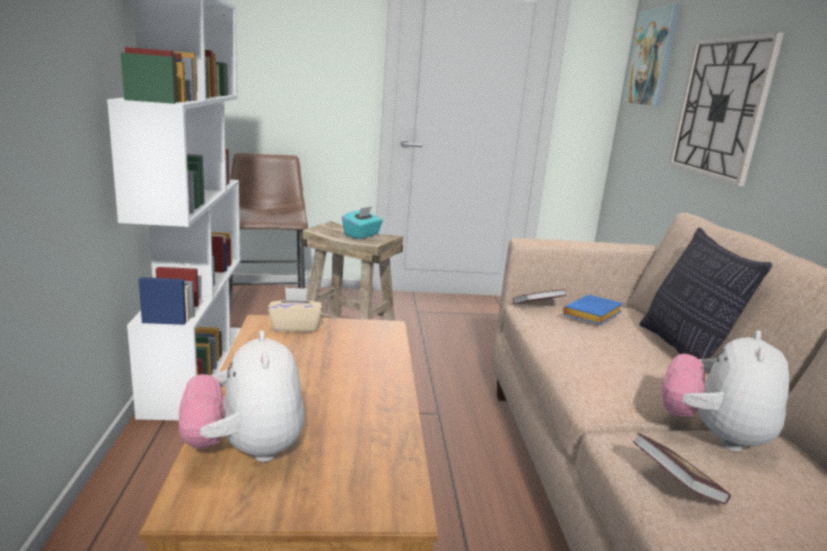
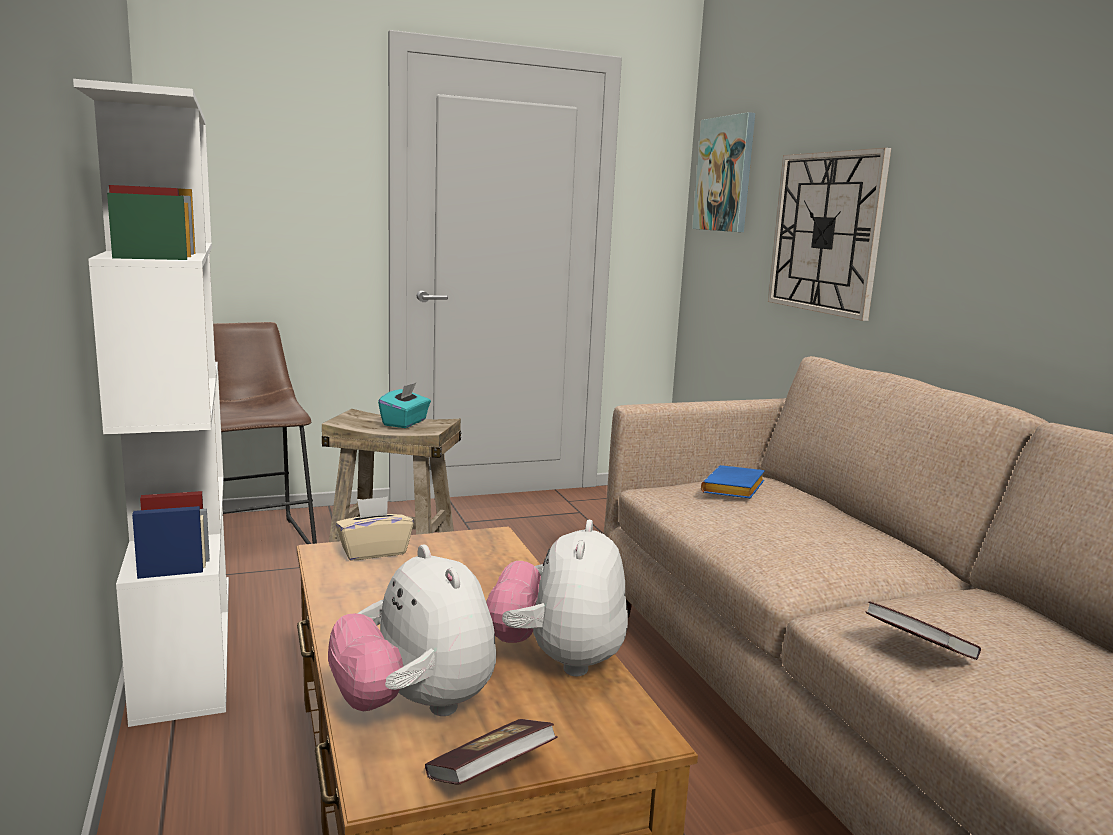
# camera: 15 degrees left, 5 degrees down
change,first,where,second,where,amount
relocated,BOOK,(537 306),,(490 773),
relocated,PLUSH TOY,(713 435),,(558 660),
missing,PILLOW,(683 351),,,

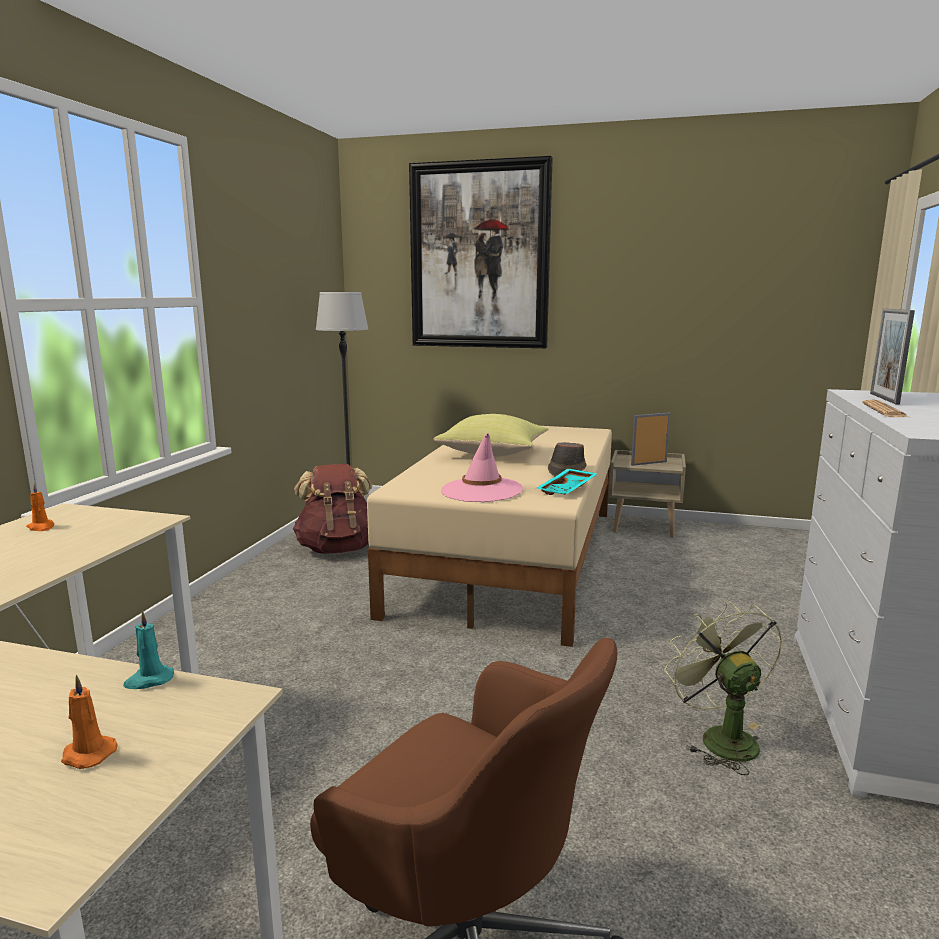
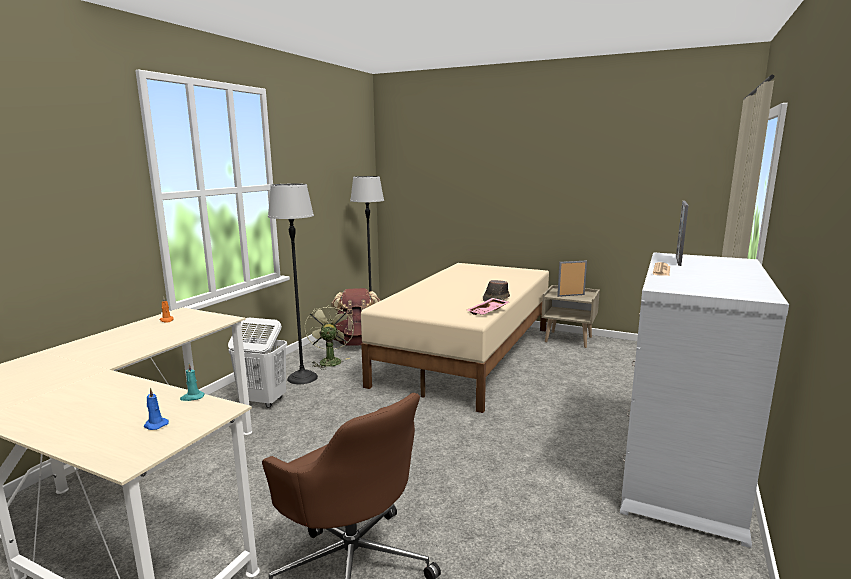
# camera: 10 degrees right, 0 degrees up
change,first,where,second,where,amount
colour,ORANGE CANDLE,(87 754),BLUE CANDLE,(155 425),
appeared,,,WHITE LAUNDRY BASKET,(262 401),
appeared,,,FLOOR LAMP,(302 378),
relocated,GREEN FAN,(720 737),,(329 360),
colour,TURQUOISE TRAY,(568 490),PINK TRAY,(488 312),
missing,PICTURE,(479 256),,,
missing,YELLOW PILLOW,(494 454),,,
missing,PINK HAT,(481 490),,,

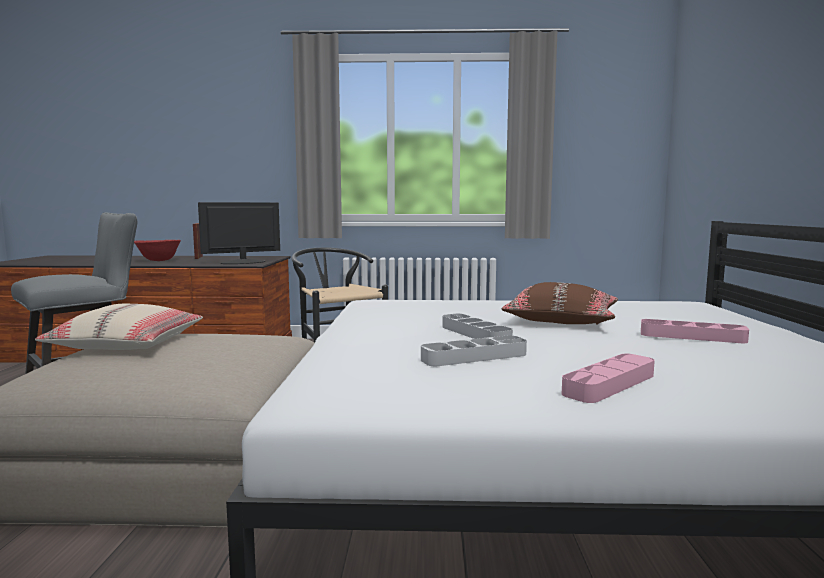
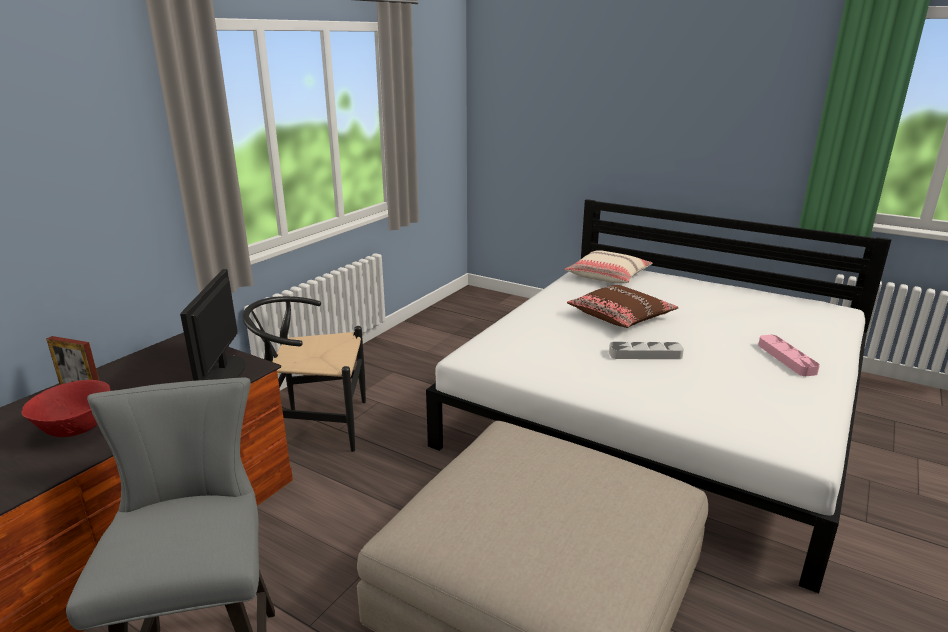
# camera: 60 degrees left, 15 degrees up
change,first,where,second,where,amount
relocated,BEIGE PILLOW,(127 344),,(608 276),
missing,GREY TRAY,(474 357),,,
missing,PINK TRAY,(692 336),,,

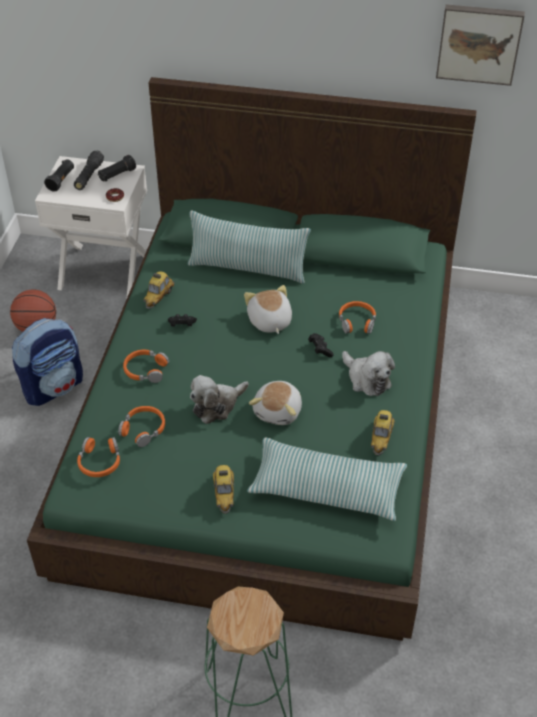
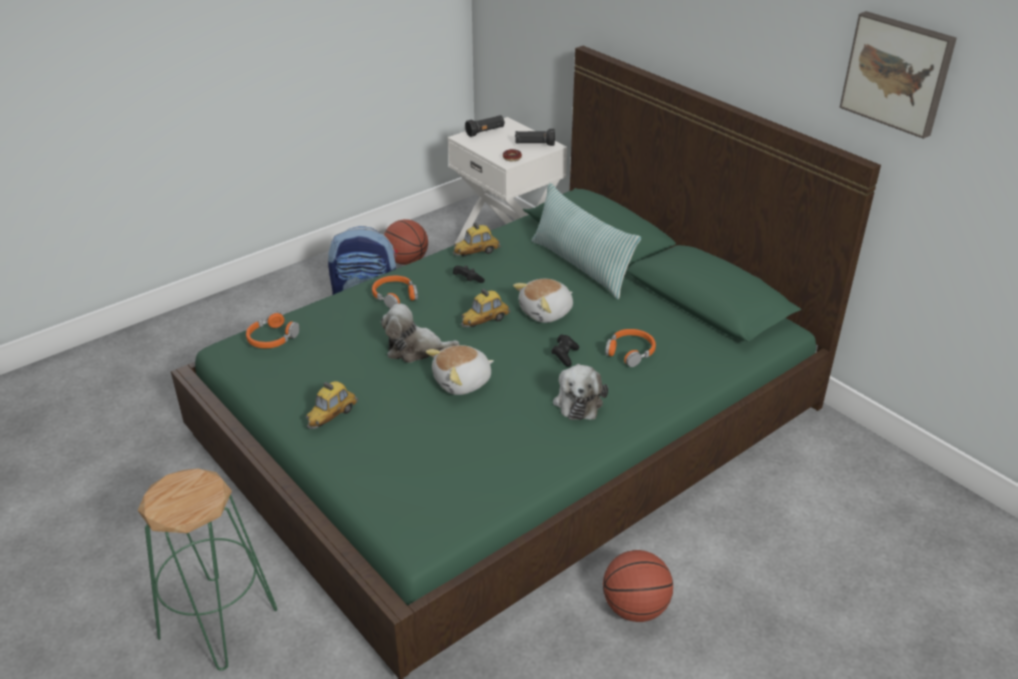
# camera: 40 degrees right, 10 degrees down
change,first,where,second,where,amount
relocated,TOY CAR,(381 438),,(485 321),
spun,PLUSH TOY,(269 321),,(547 313),150 degrees counterclockwise
appeared,,,BASKETBALL,(635 608),
missing,BLACK FLASHLIGHT,(89 176),,,
missing,ORANGE HEADPHONES,(143 429),,,
missing,PILLOW,(327 488),,,

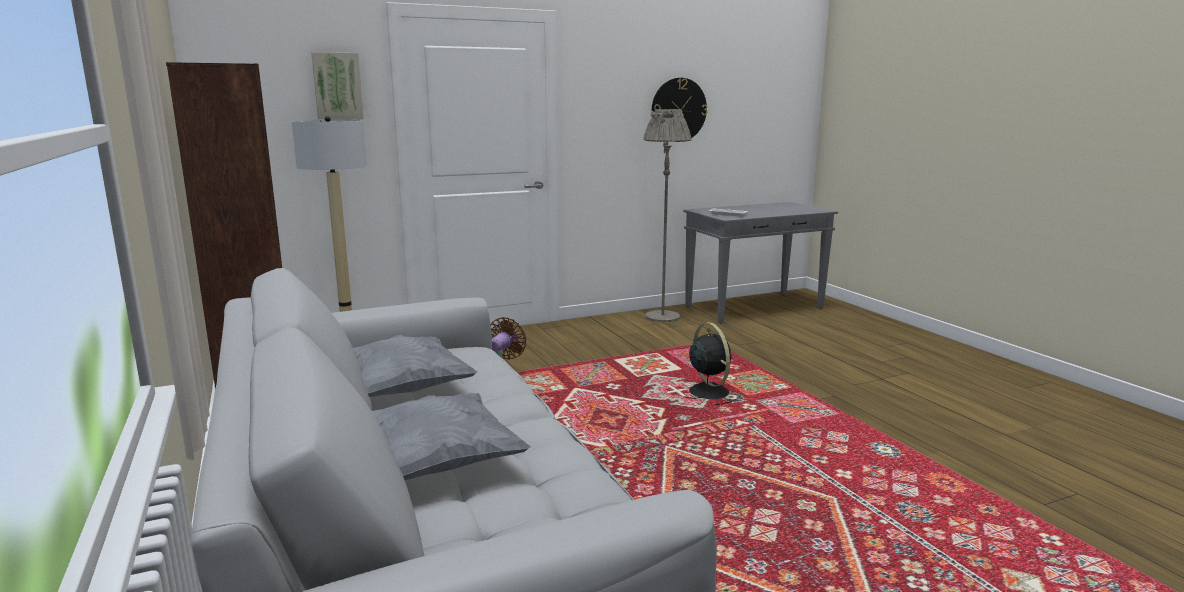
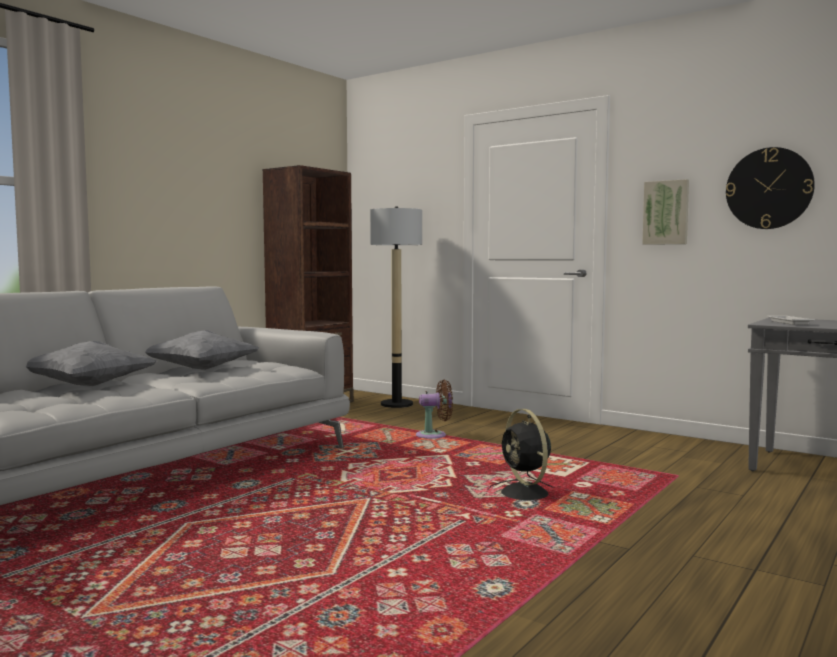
# camera: 60 degrees right, 10 degrees down
change,first,where,second,where,amount
spun,BLACK FAN,(707 391),,(525 494),120 degrees clockwise
relocated,PICTURE,(337 86),,(666 212),
missing,GREY FLOOR LAMP,(662 317),,,

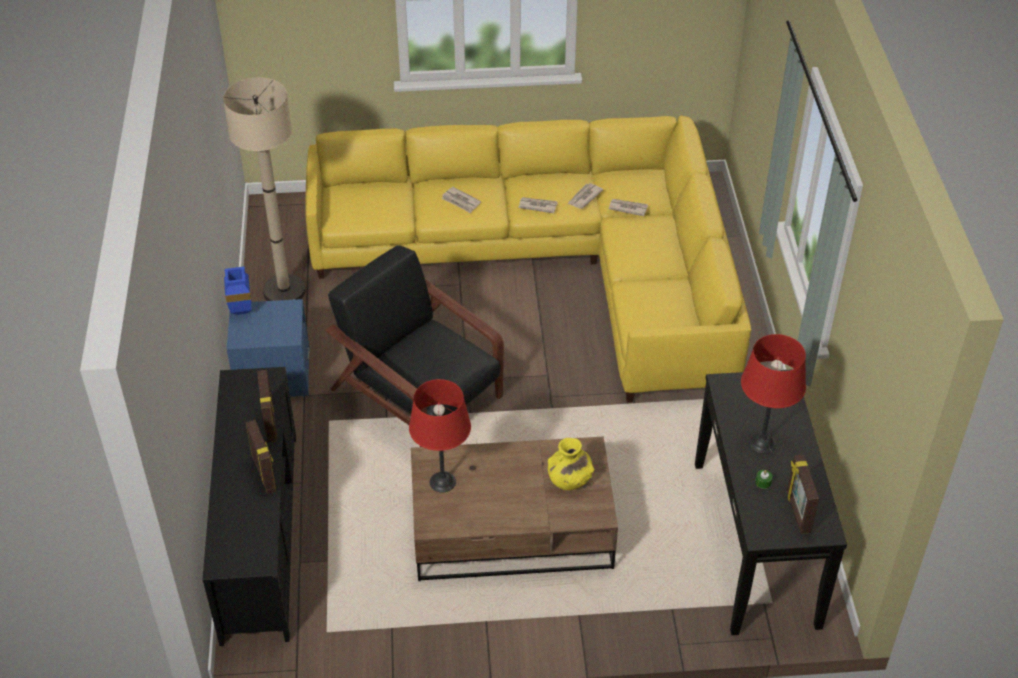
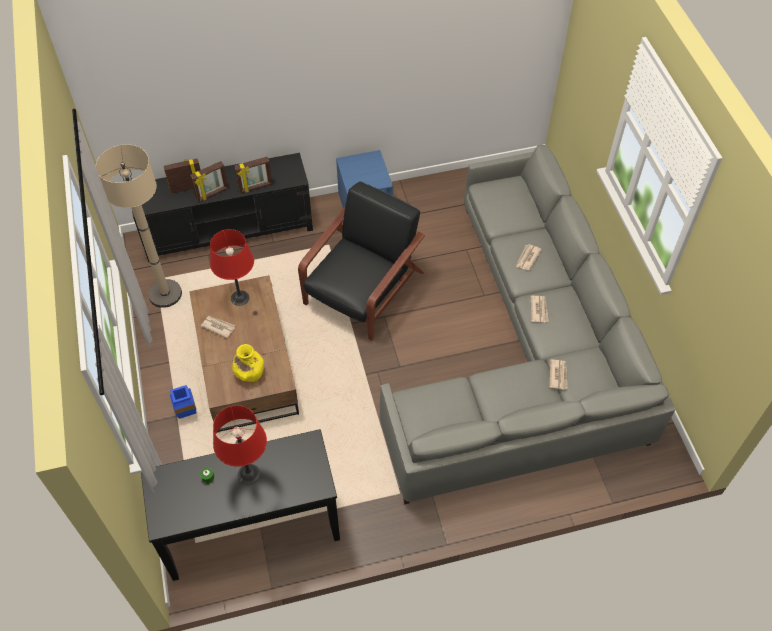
# camera: 80 degrees right, 10 degrees up
change,first,where,second,where,amount
relocated,BEIGE FLOOR LAMP,(284 291),,(165 294),
relocated,PICTURE FRAME,(797 512),,(187 187),
relocated,BLUE VASE,(240 309),,(188 411),
relocated,NEWSPAPER,(584 197),,(218 327),
colour,YELLOW SOFA,(555 264),GREY SOFA,(526 355),

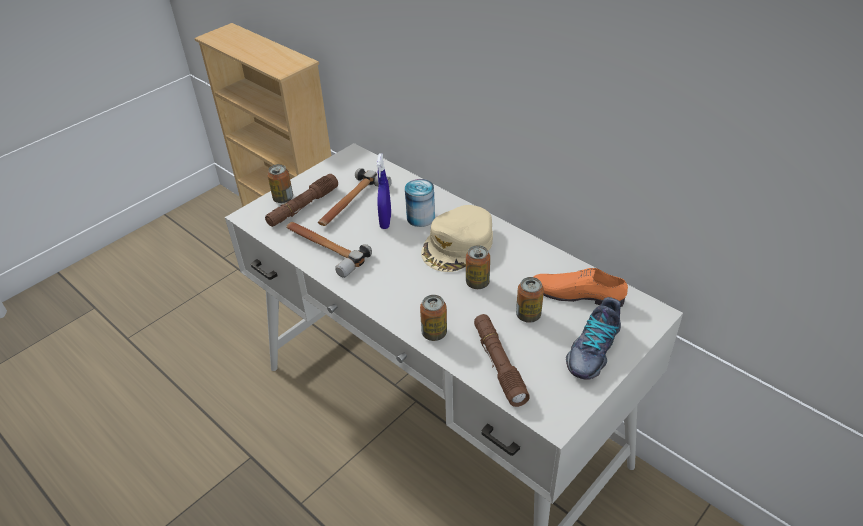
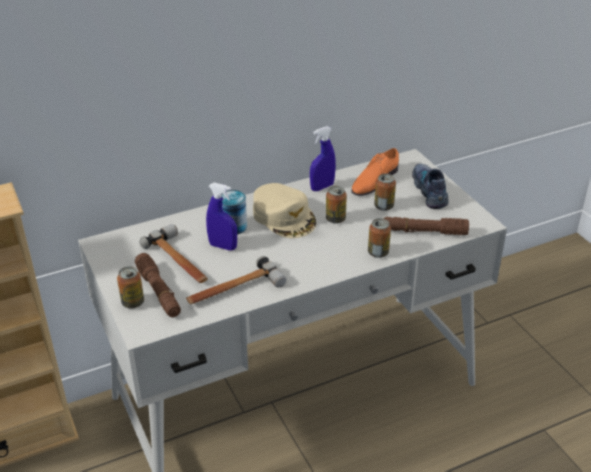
# camera: 70 degrees left, 5 degrees down
change,first,where,second,where,amount
appeared,,,BLUE SPRAY BOTTLE,(322 187),
spun,SHOE,(592 349),,(430 191),150 degrees counterclockwise

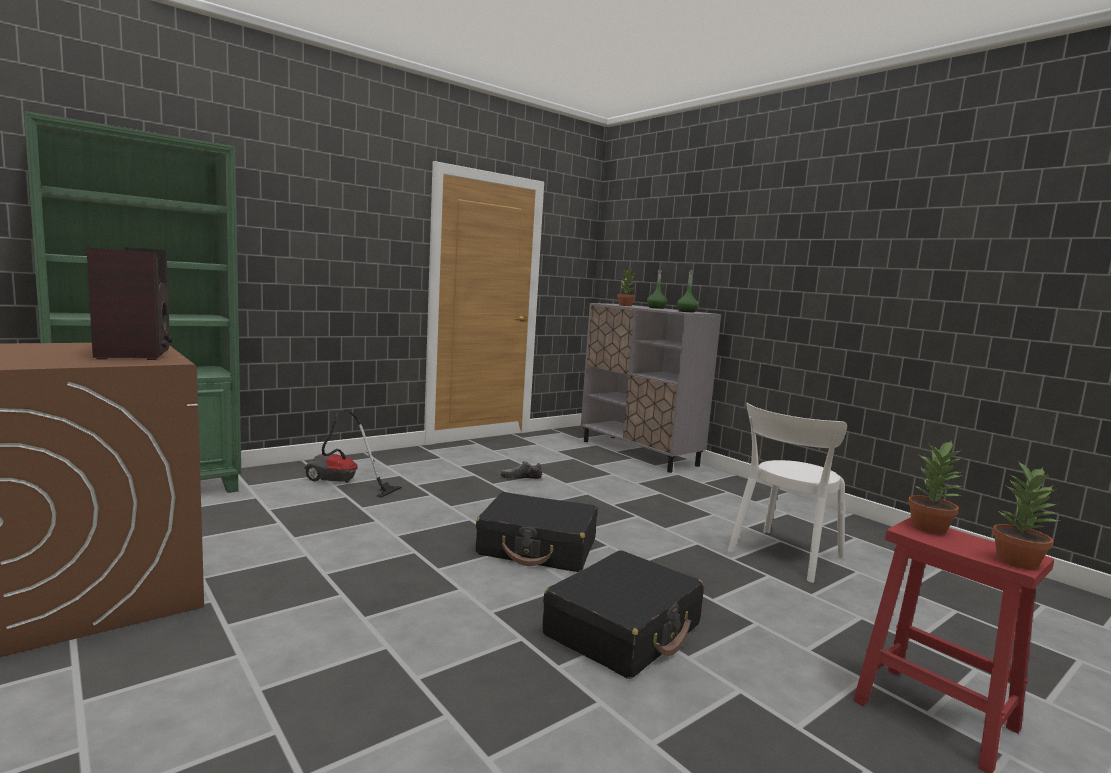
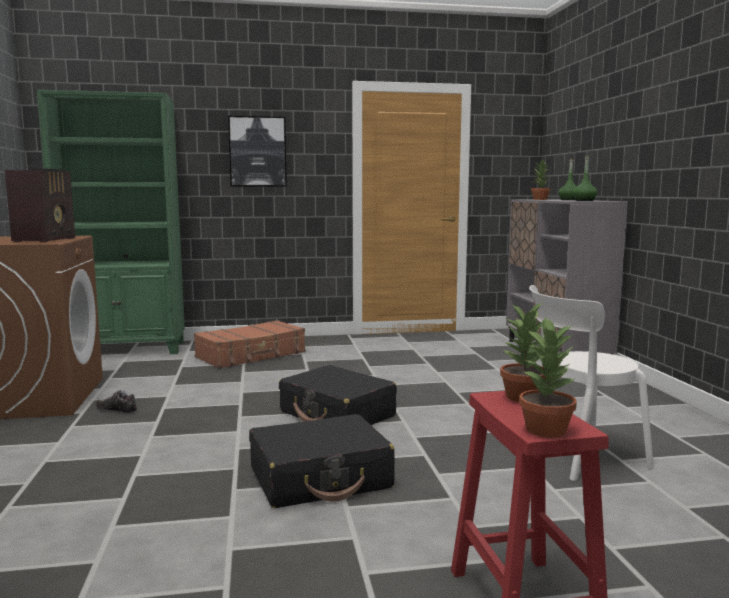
# camera: 30 degrees right, 0 degrees up
change,first,where,second,where,amount
relocated,SHOE,(521 478),,(116 409),
exchanged,VACUUM CLEANER,(342 483),BROWN SUITCASE,(251 355),
appeared,,,PICTURE,(257 152),

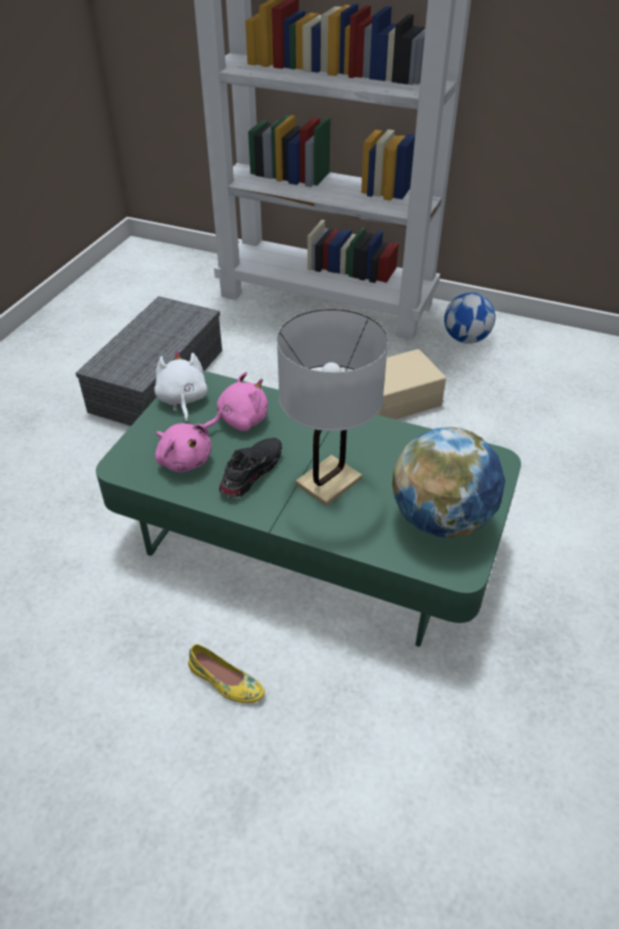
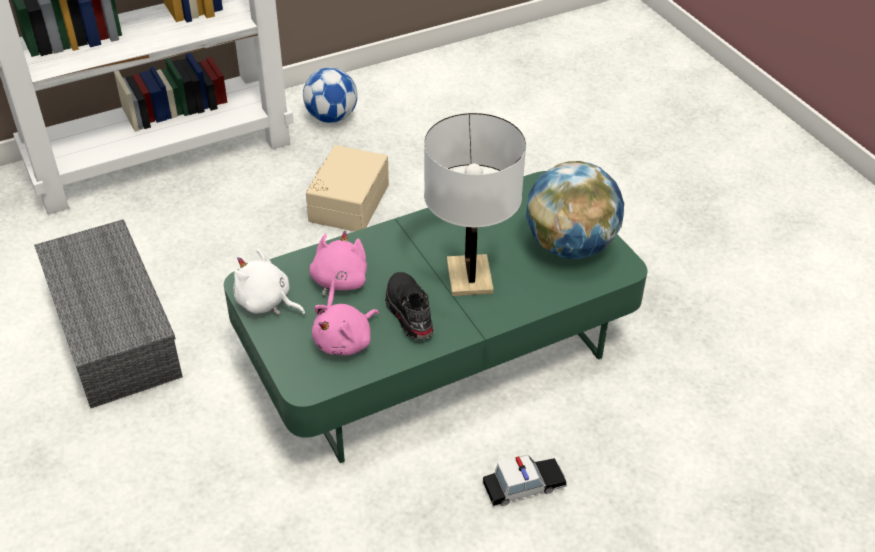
# camera: 50 degrees left, 0 degrees up
change,first,where,second,where,amount
spun,PINK PLUSH TOY,(184 459),,(346 342),135 degrees clockwise
exchanged,YELLOW SHOE,(225 681),TOY CAR,(524 486),

